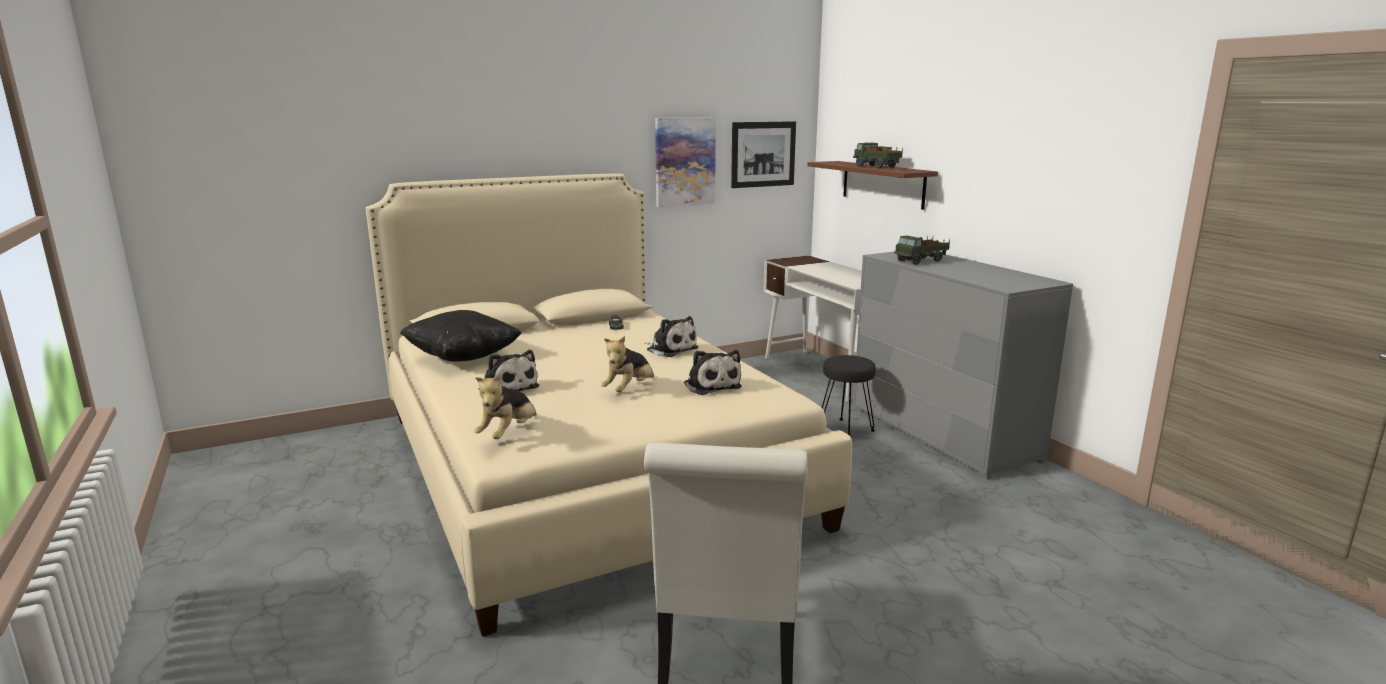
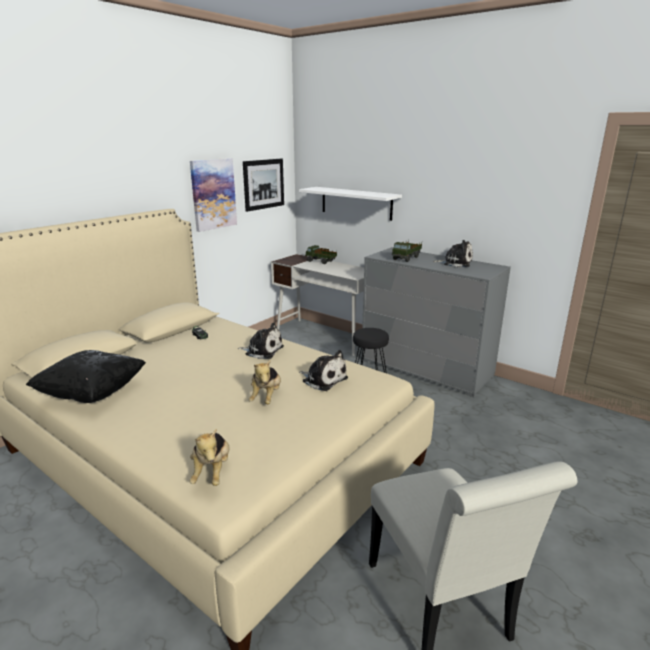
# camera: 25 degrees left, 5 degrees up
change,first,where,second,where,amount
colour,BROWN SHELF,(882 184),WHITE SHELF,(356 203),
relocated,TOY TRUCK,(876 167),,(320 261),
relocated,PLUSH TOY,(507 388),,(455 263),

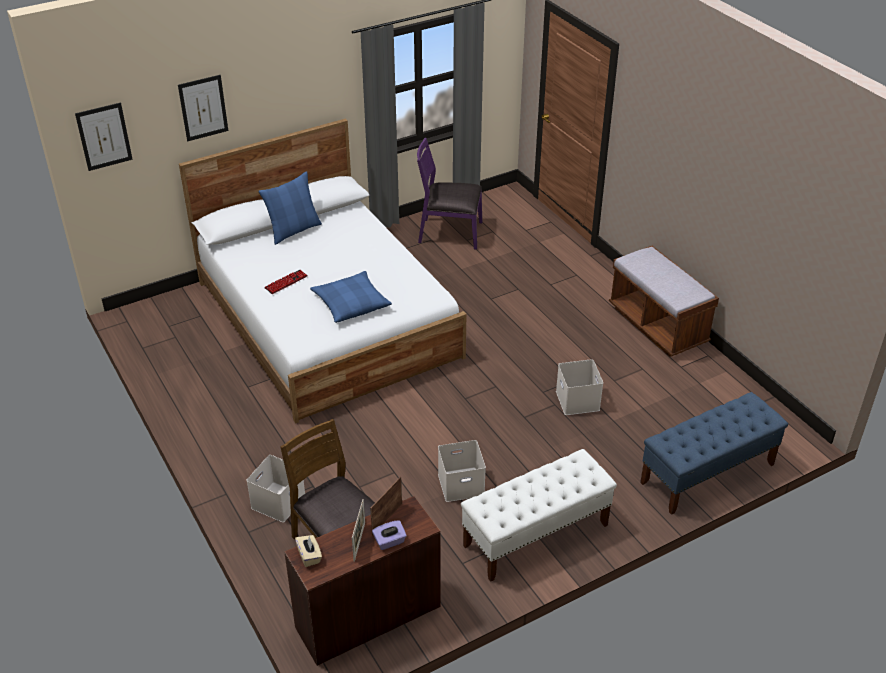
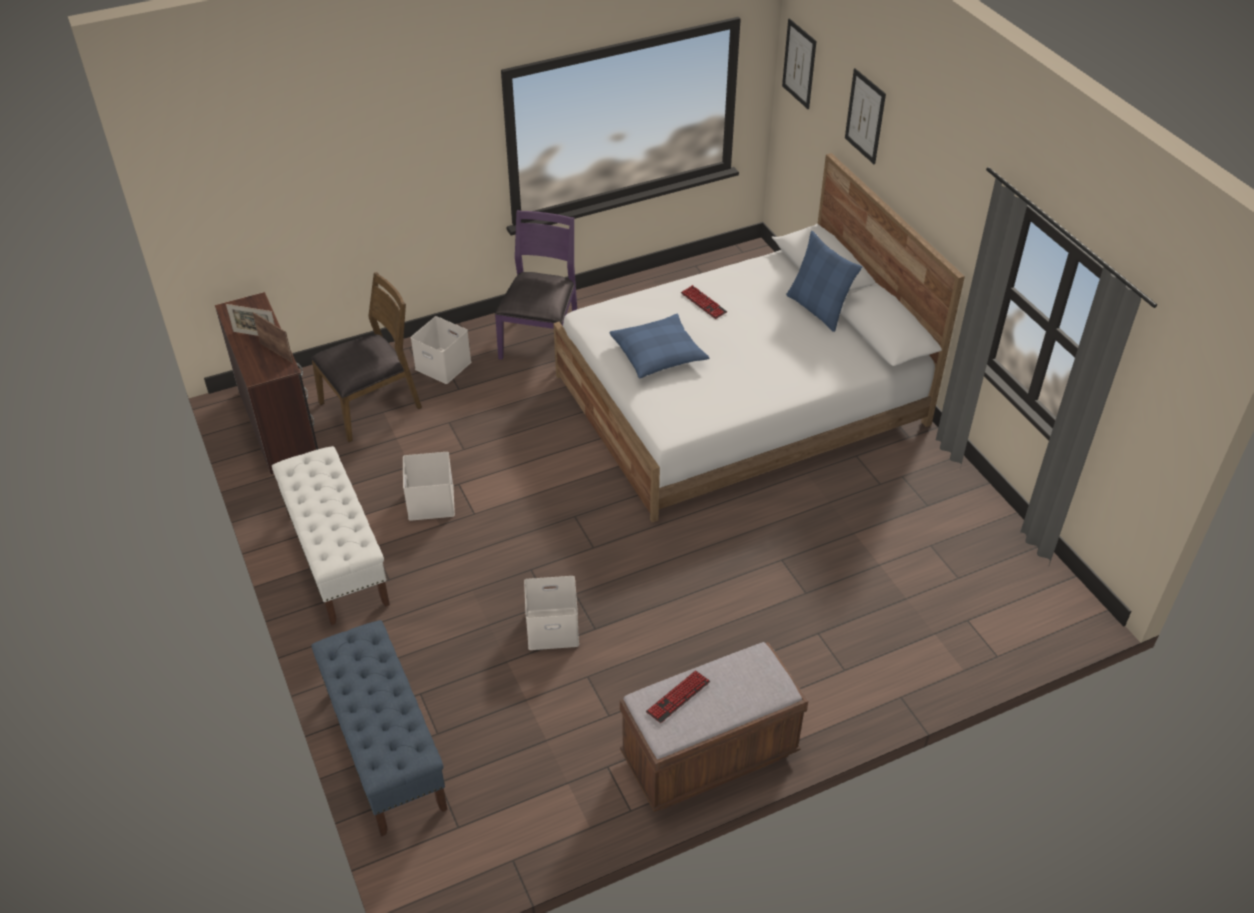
# camera: 95 degrees right, 5 degrees up
change,first,where,second,where,amount
relocated,PURPLE CHAIR,(449 233),,(541 338),
appeared,,,KEYBOARD,(678 697),
missing,BEIGE TISSUE BOX,(309 556),,,
missing,PURPLE TISSUE BOX,(389 542),,,

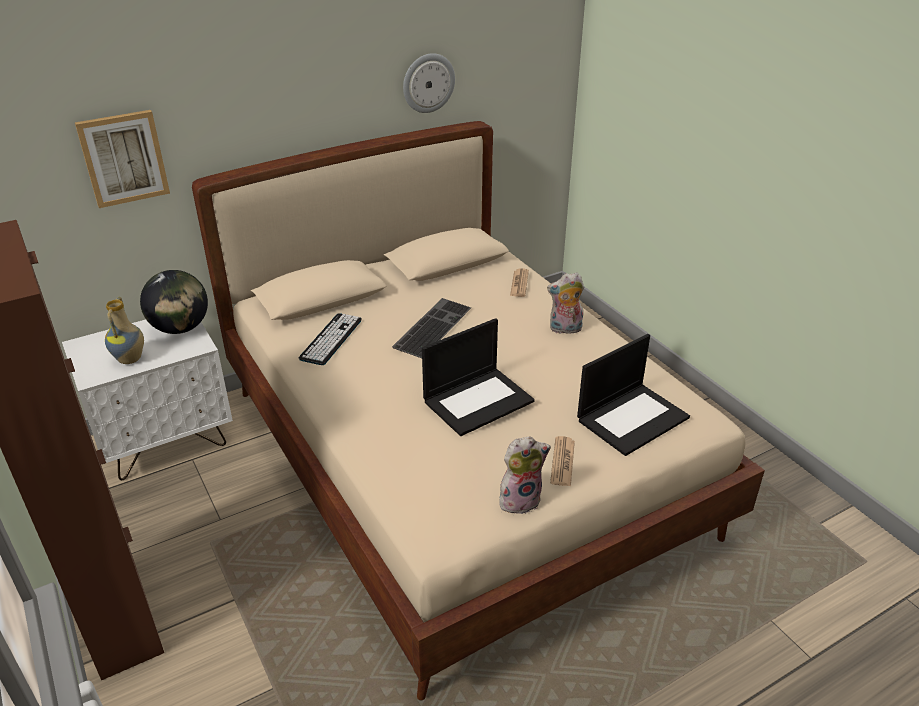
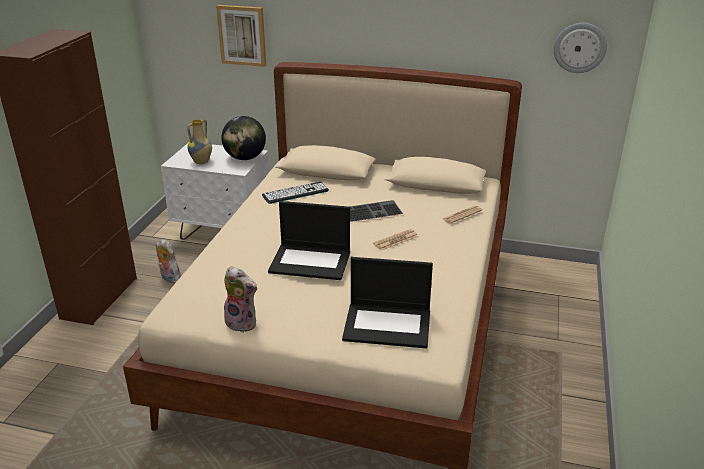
# camera: 45 degrees right, 5 degrees down
change,first,where,second,where,amount
relocated,PLUSH TOY,(565 329),,(169 278),
relocated,NEWSPAPER,(562 462),,(396 240),
relocated,WALL CLOCK,(428 83),,(580 47),

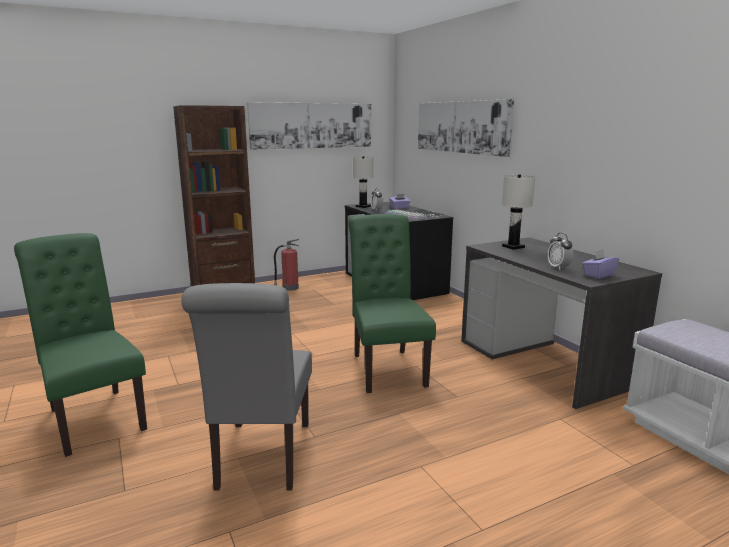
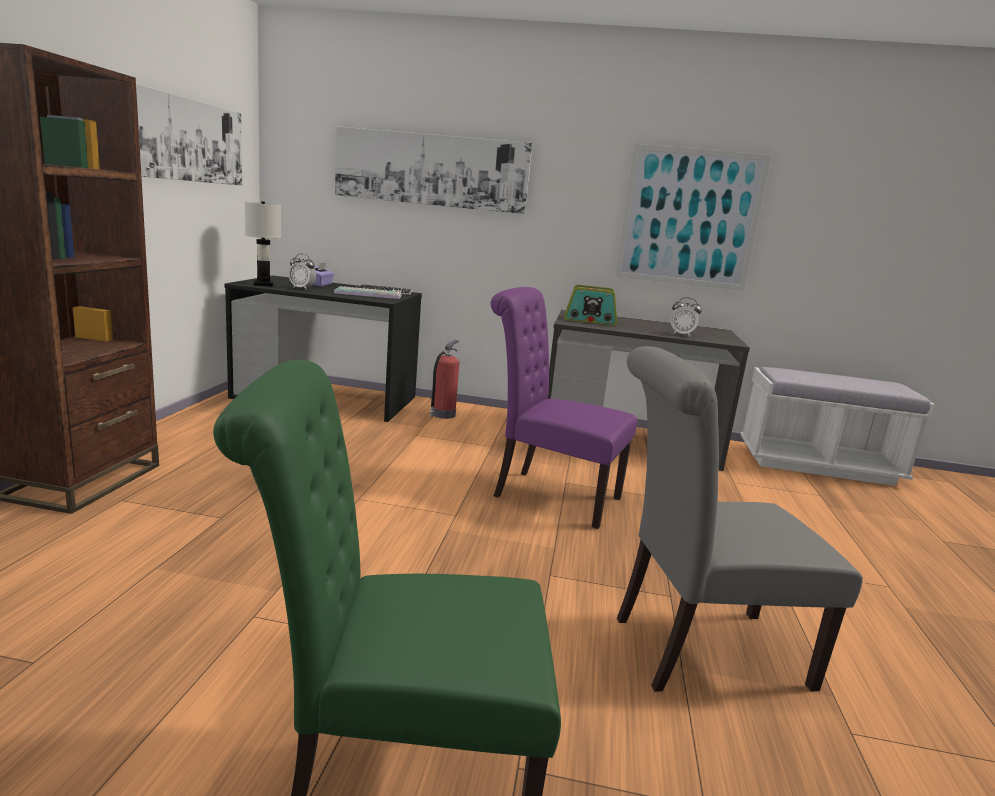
# camera: 55 degrees left, 0 degrees up
change,first,where,second,where,amount
relocated,FIRE EXTINGUISHER,(289 288),,(442 415),
colour,GREEN CHAIR,(386 367),PURPLE CHAIR,(549 495),
exchanged,WHITE TABLE LAMP,(513 247),RADIO,(590 320),
appeared,,,PICTURE,(689 218),
spun,GREY CHAIR,(261 459),,(697 650),135 degrees clockwise
missing,PURPLE TISSUE BOX,(598 275),,,

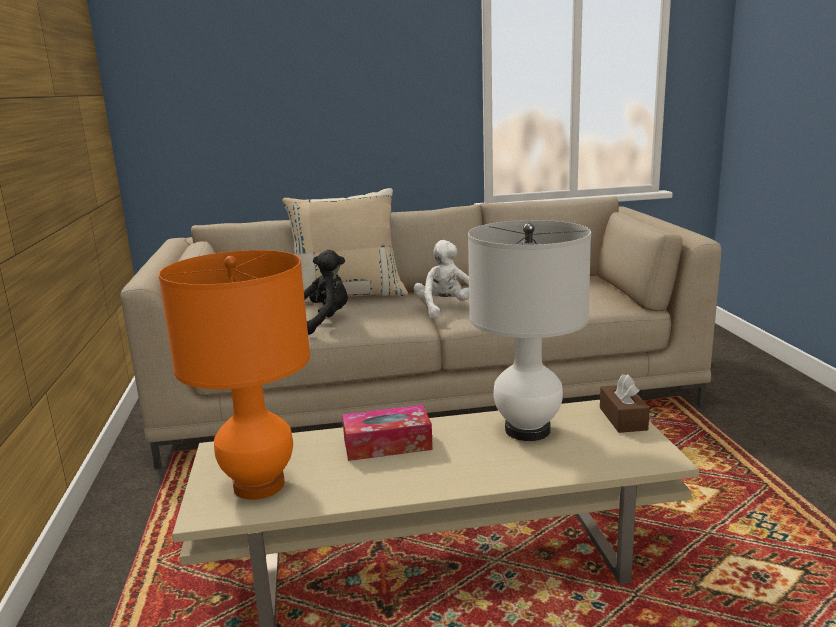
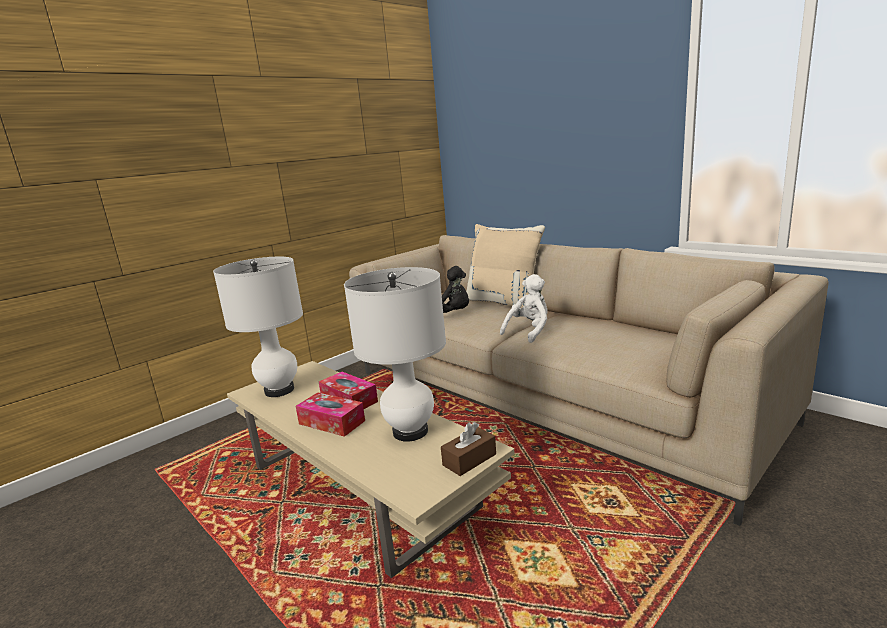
# camera: 55 degrees right, 0 degrees up
change,first,where,second,where,amount
colour,ORANGE TABLE LAMP,(259 485),WHITE TABLE LAMP,(279 390),
appeared,,,TISSUE BOX,(332 422),

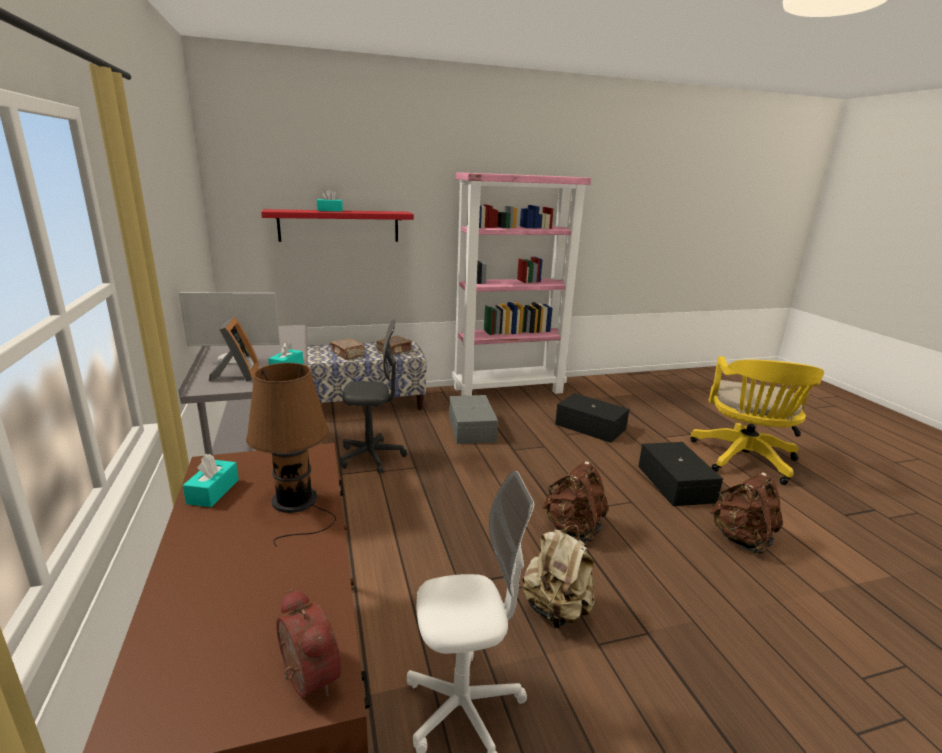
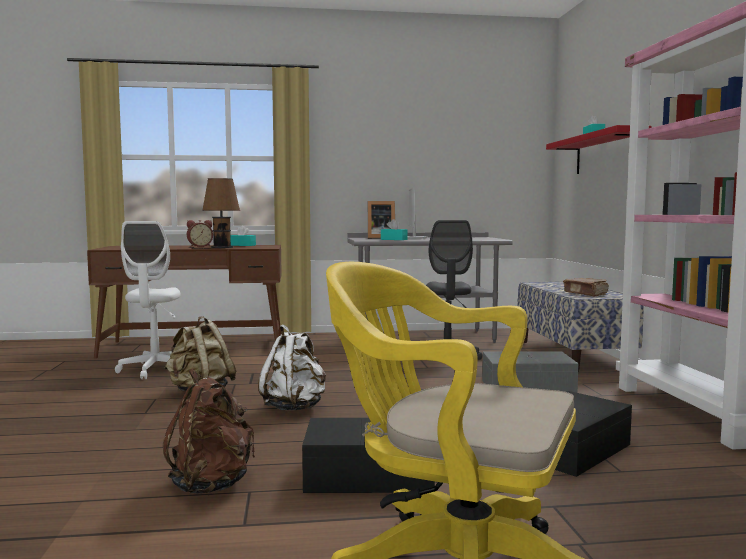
# camera: 100 degrees right, 15 degrees down
change,first,where,second,where,amount
relocated,ALARM CLOCK,(305 679),,(199 246),
colour,BROWN BACKPACK,(573 529),WHITE BACKPACK,(295 407),
missing,BROWN BOOK,(348 354),,,

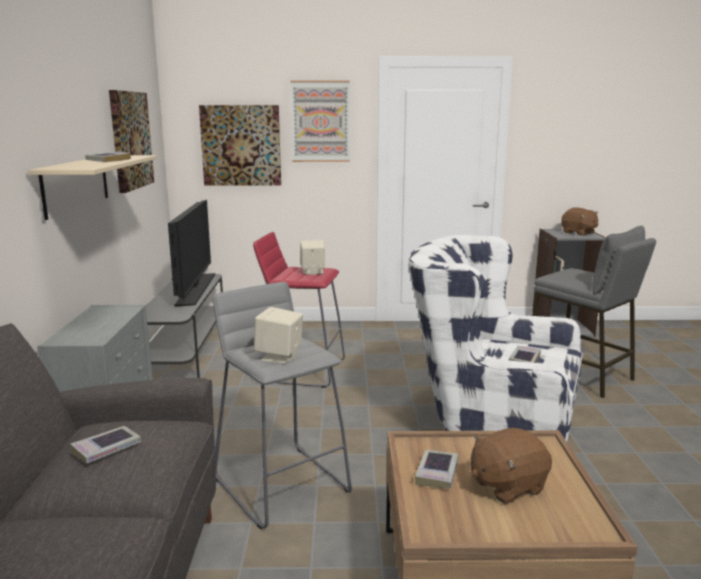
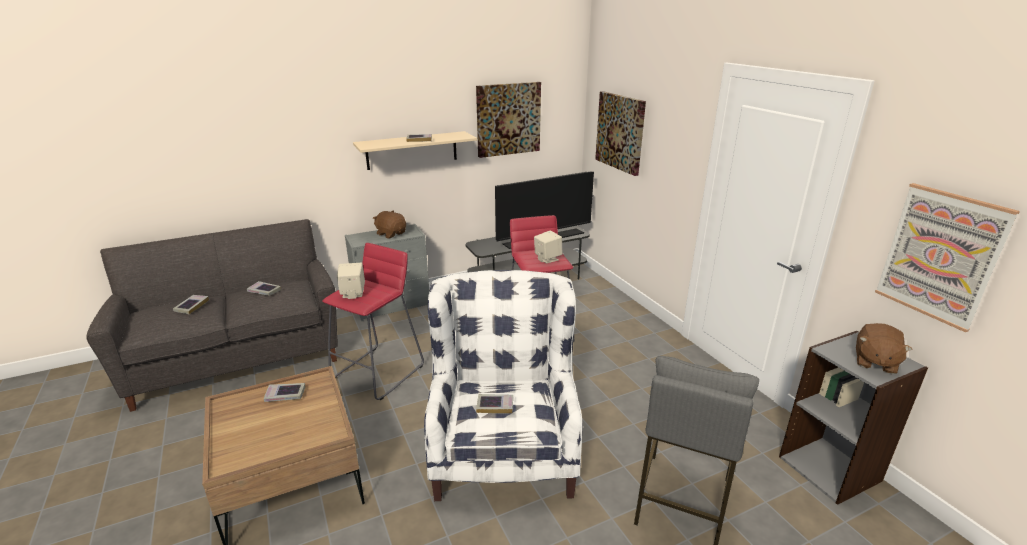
# camera: 65 degrees right, 10 degrees up
change,first,where,second,where,amount
appeared,,,BOOK,(192 306),
colour,GREY STOOL,(282 484),RED STOOL,(378 372),
relocated,BROWN PLUSH TOY,(506 485),,(391 234),
relocated,PICTURE,(320 121),,(940 255),

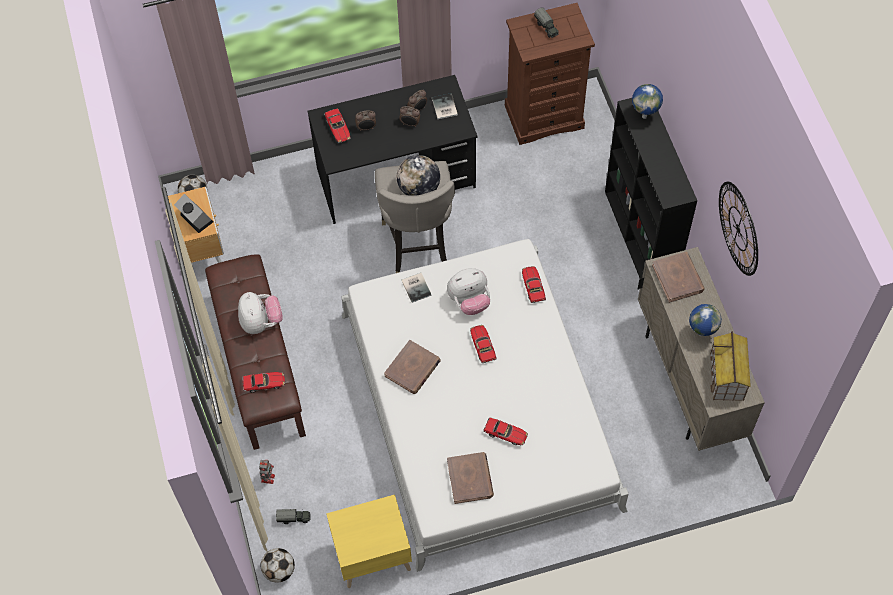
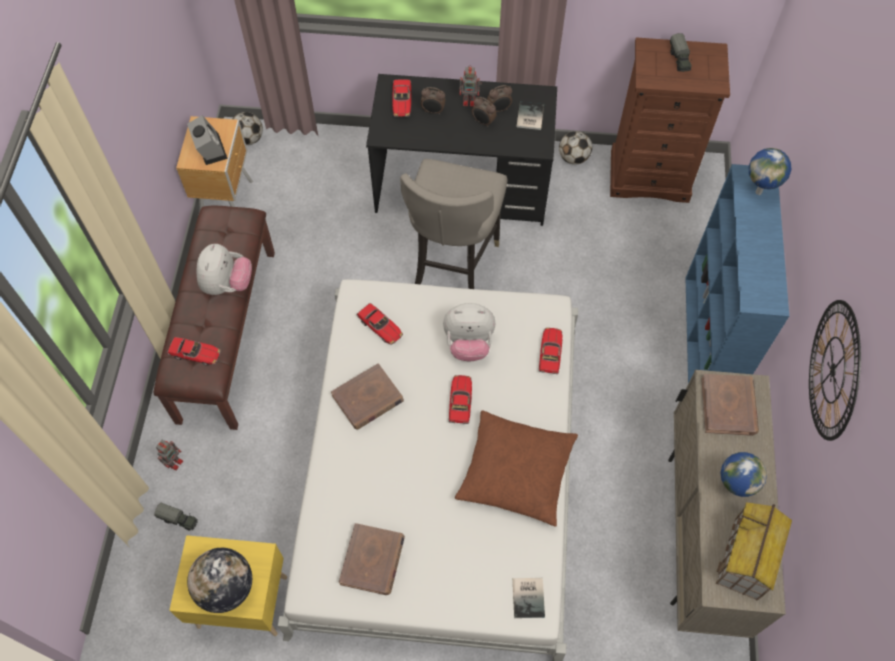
# camera: 20 degrees right, 0 degrees up
change,first,where,second,where,amount
relocated,GLOBE,(419 188),,(226 588),
relocated,TOY CAR,(505 434),,(380 327),
appeared,,,BROWN PILLOW,(516 472),
appeared,,,TOY ROBOT,(470 101),
relocated,BOOK,(417 287),,(529 596),
relocated,FOOTBALL,(279 570),,(573 158),
colour,BLACK BOOKCASE,(640 238),BLUE BOOKCASE,(707 344),

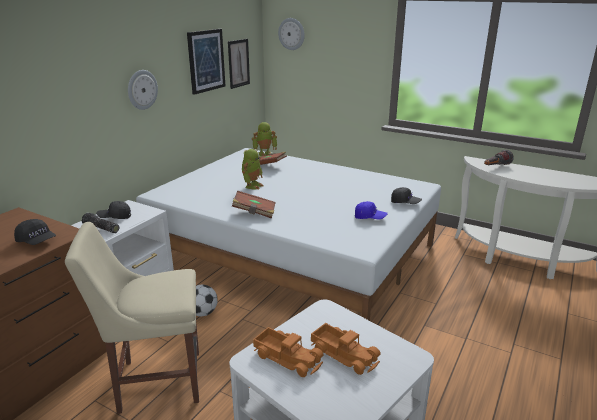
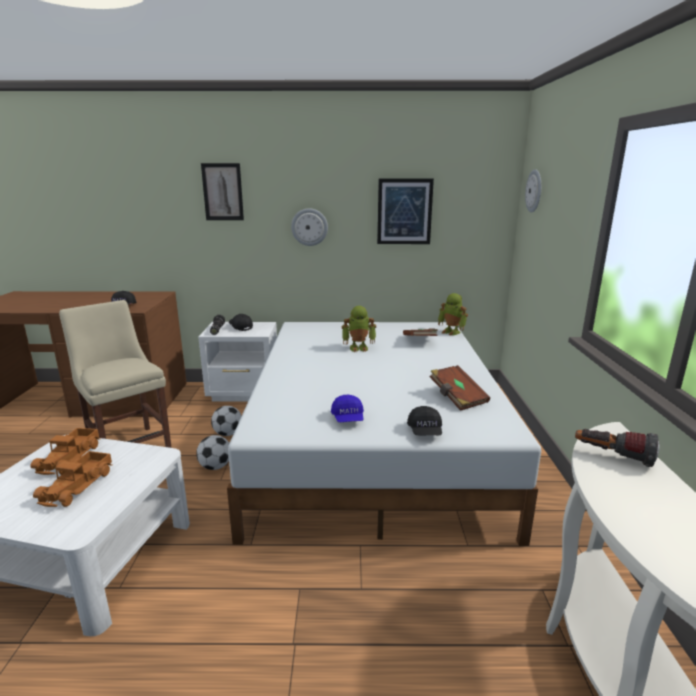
# camera: 60 degrees right, 5 degrees down
change,first,where,second,where,amount
appeared,,,FOOTBALL,(216 466),
relocated,PICTURE,(238 63),,(222 192),
relocated,BROWN BOOK,(254 212),,(457 397),

